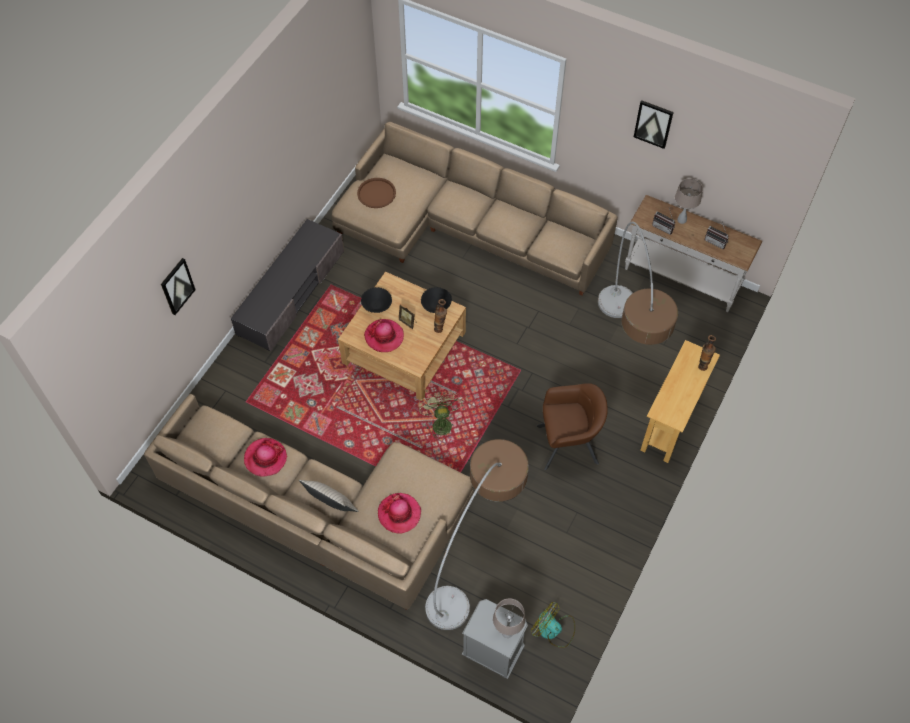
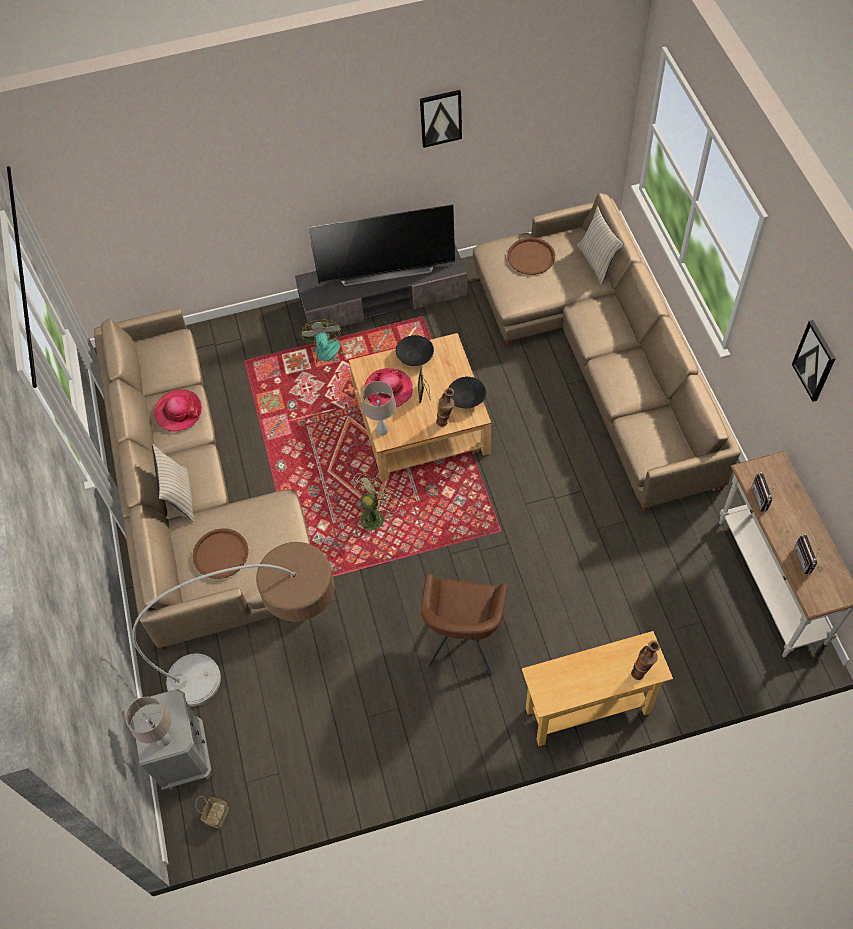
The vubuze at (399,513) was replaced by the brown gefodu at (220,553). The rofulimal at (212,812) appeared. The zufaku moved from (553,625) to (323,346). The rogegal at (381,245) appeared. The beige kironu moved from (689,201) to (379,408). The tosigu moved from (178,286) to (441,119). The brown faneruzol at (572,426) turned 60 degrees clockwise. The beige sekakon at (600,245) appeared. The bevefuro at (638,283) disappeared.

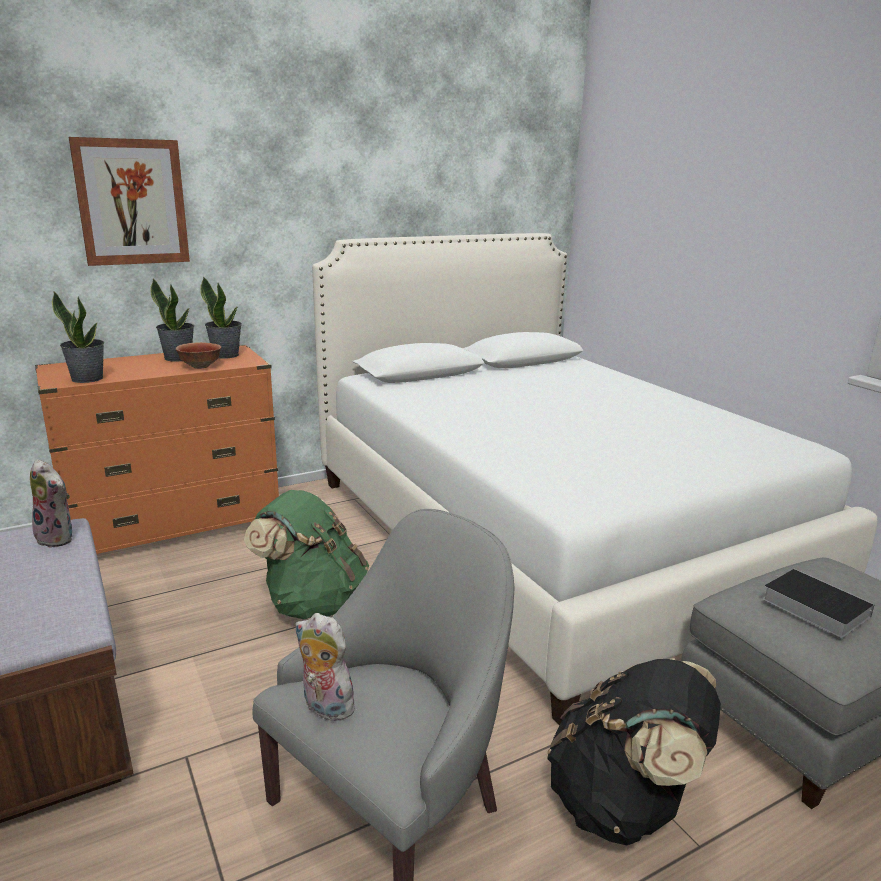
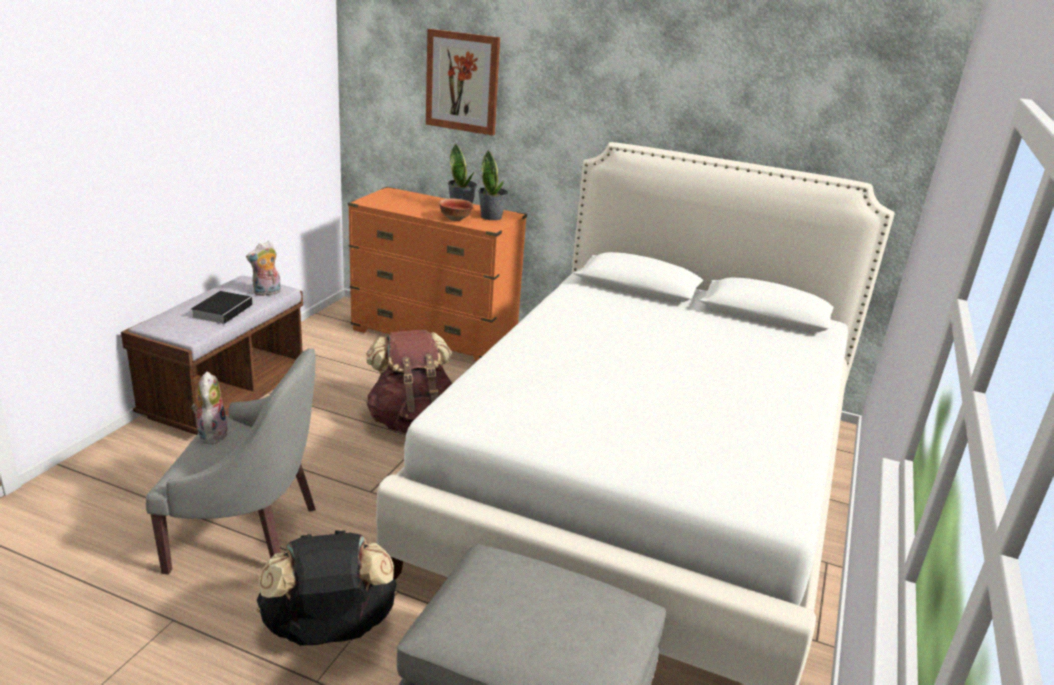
The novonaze moved from (818,603) to (221,307). The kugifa at (51,503) turned 60 degrees clockwise. The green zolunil at (306,554) became the brown zolunil at (408,381). The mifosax at (78,337) disappeared.

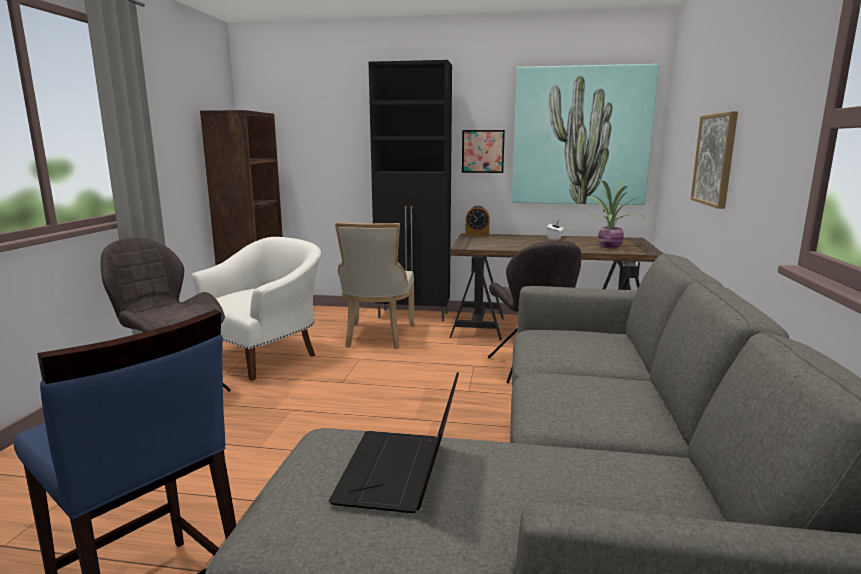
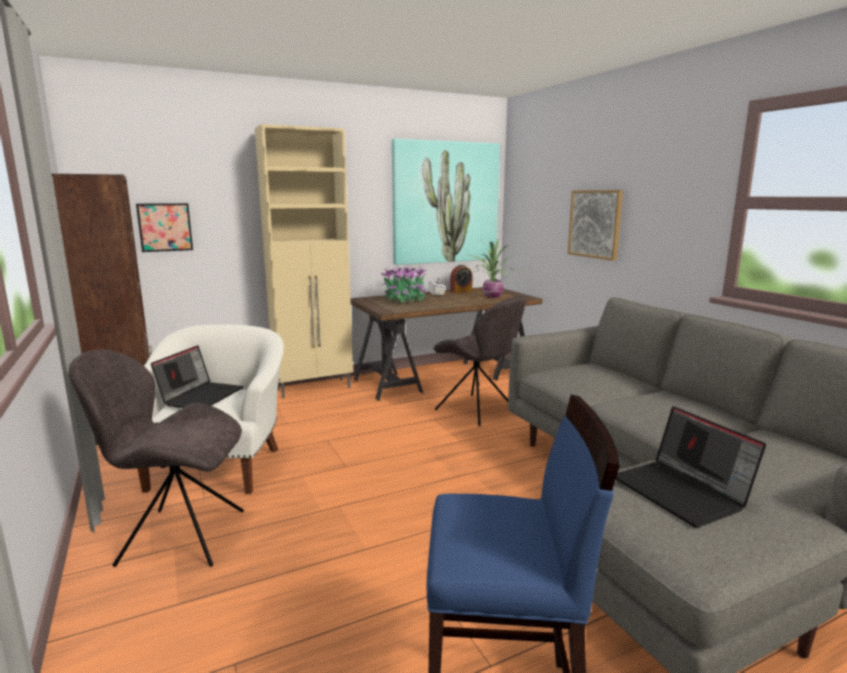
The tosigu moved from (483,151) to (164,227). The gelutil at (197,376) appeared. The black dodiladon at (410,191) became the beige dodiladon at (304,261). The mifosax at (404,284) appeared. The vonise moved from (477,220) to (461,279). The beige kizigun at (375,285) disappeared.

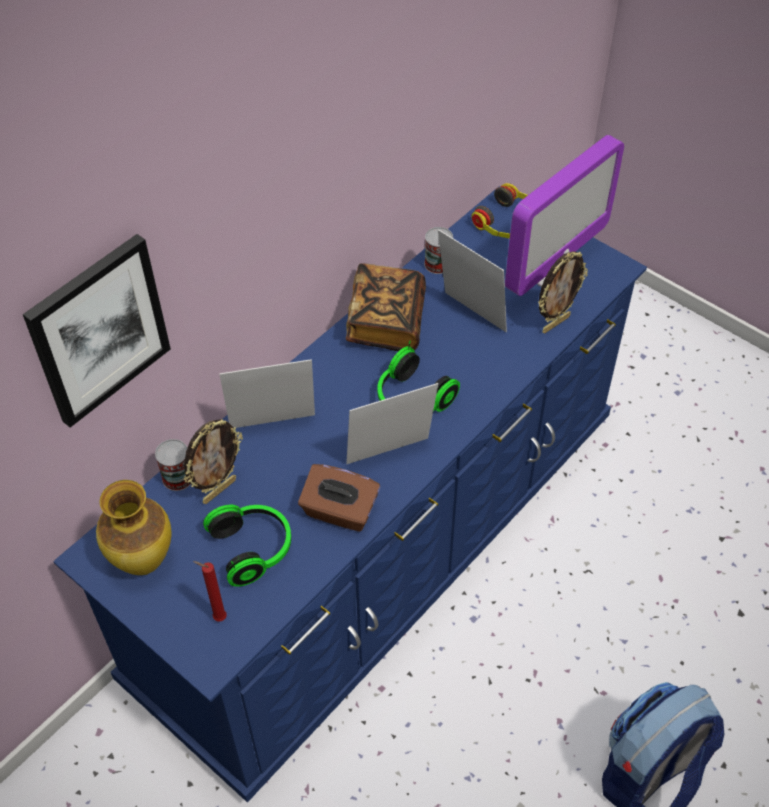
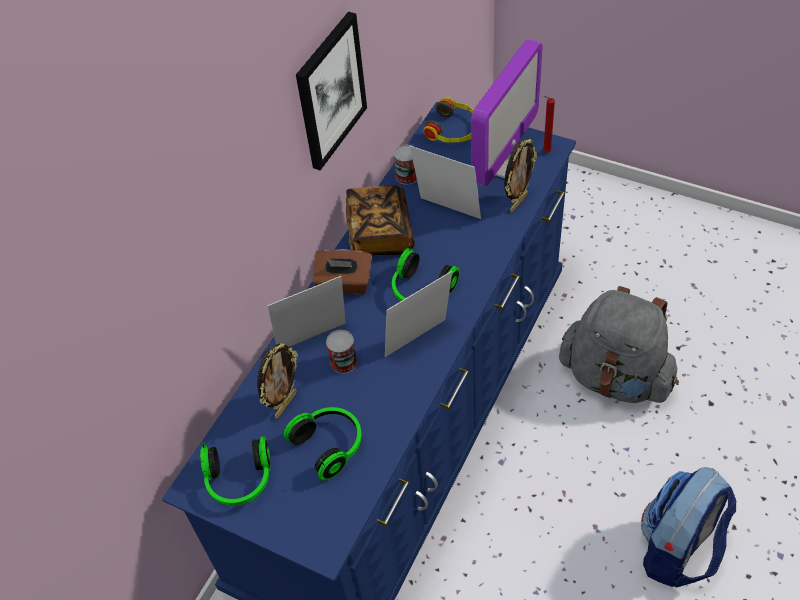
The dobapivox at (134,527) was replaced by the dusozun at (235,471). The tosigu moved from (97,331) to (331,91). The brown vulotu moved from (339,498) to (342,272). The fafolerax moved from (173,465) to (341,352). The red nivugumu moved from (210,591) to (549,124). The grey zolunil at (619,344) appeared.

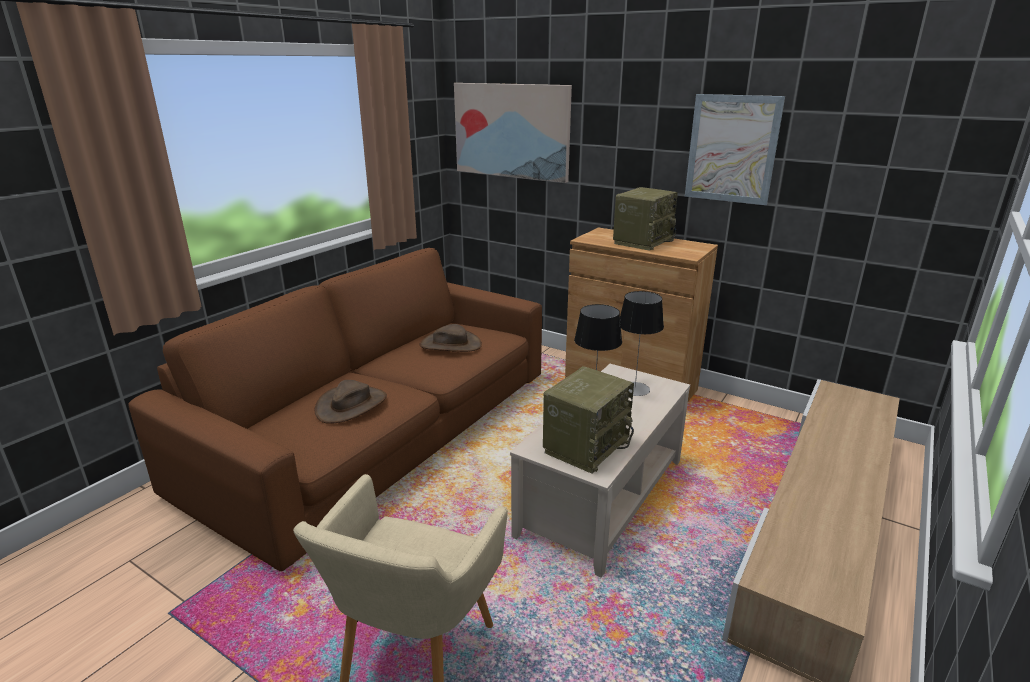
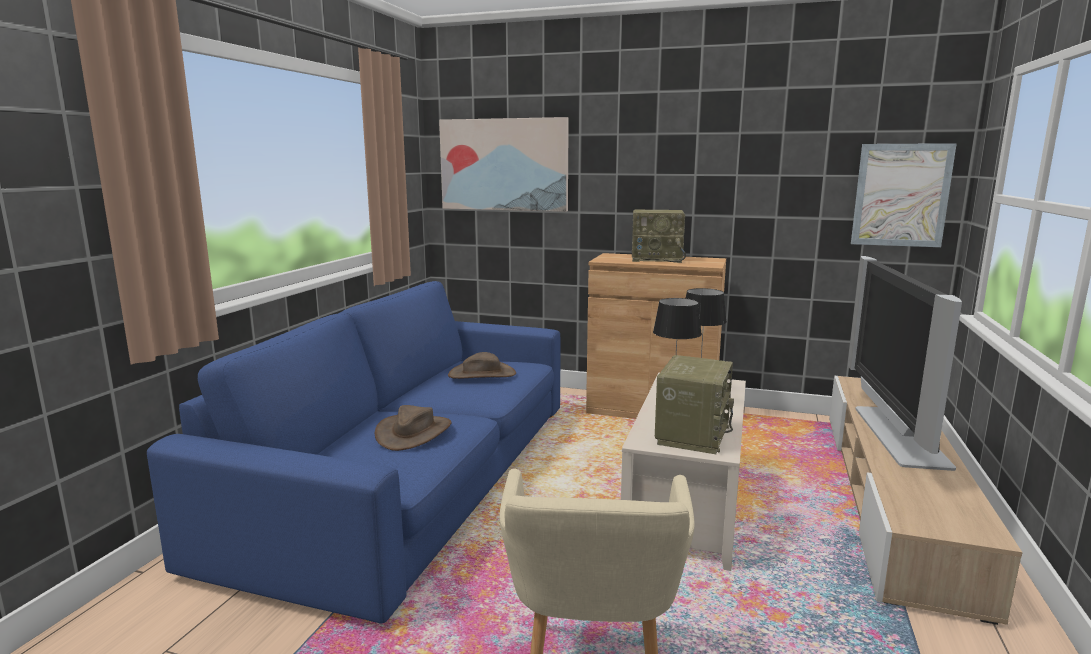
The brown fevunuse at (335,409) became the blue fevunuse at (353,452). The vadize at (645,219) turned 75 degrees clockwise. The rogegal at (905,363) appeared. The tosigu moved from (735,149) to (904,195).

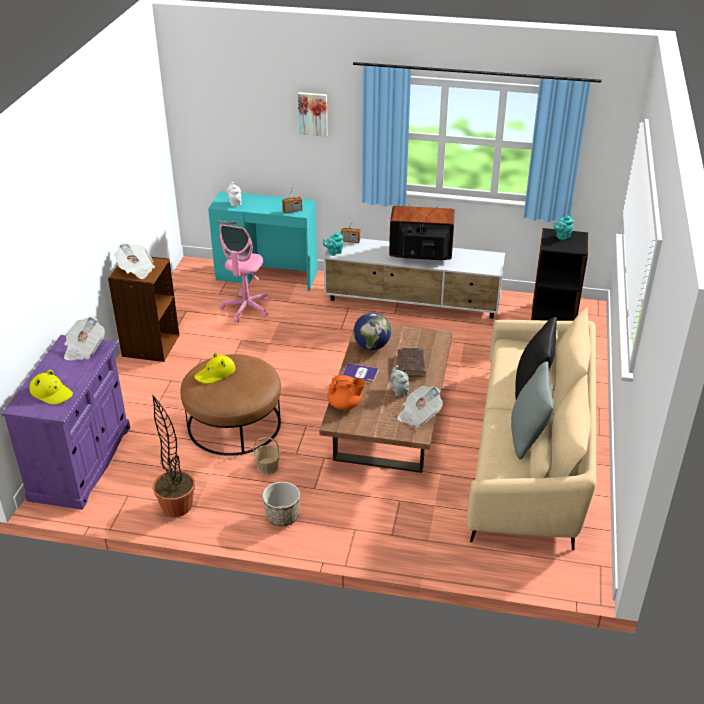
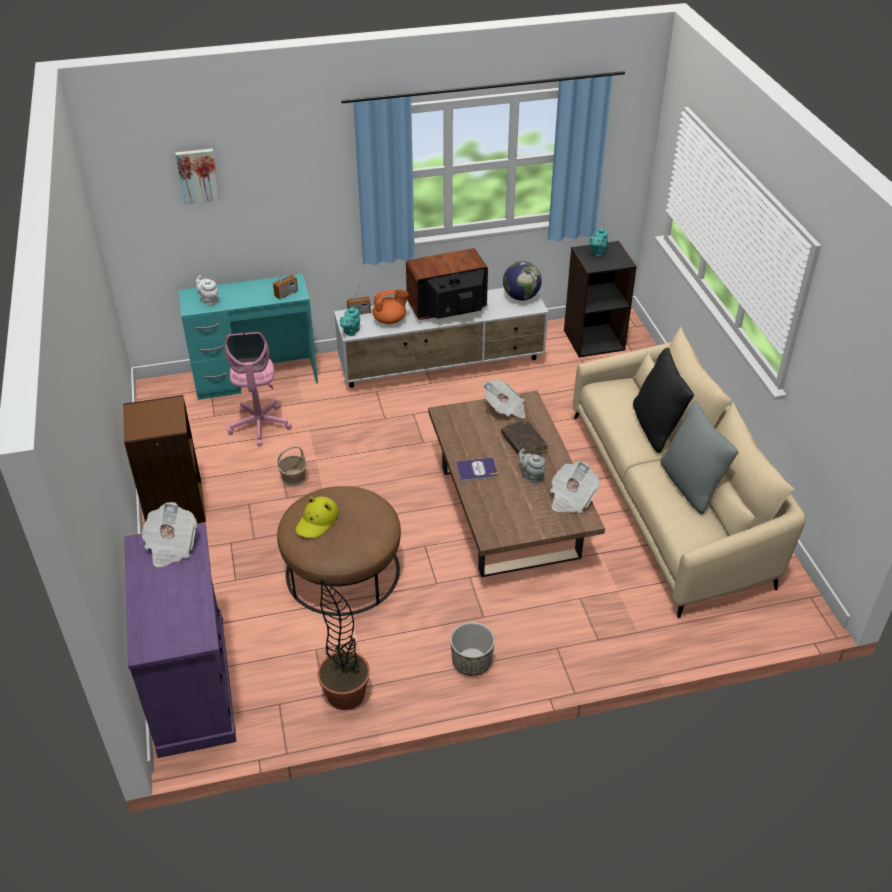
The tosigu moved from (313,114) to (198,177). The rofulimal moved from (266,456) to (292,466). The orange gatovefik moved from (346,392) to (390,307). The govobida moved from (134,261) to (504,399). The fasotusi moved from (372,331) to (522,281). The yellow vubuze at (51,387) disappeared.

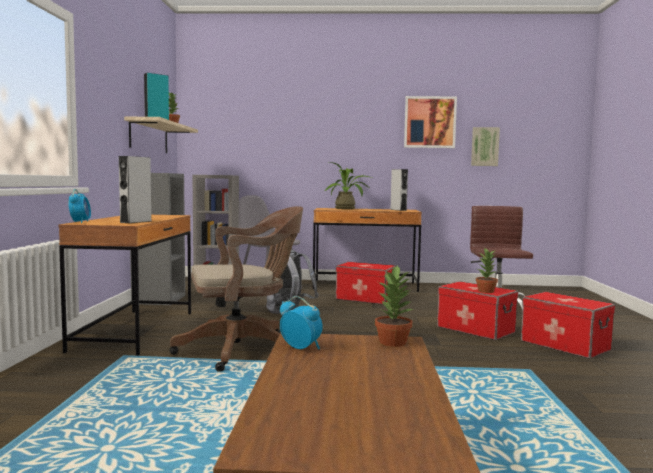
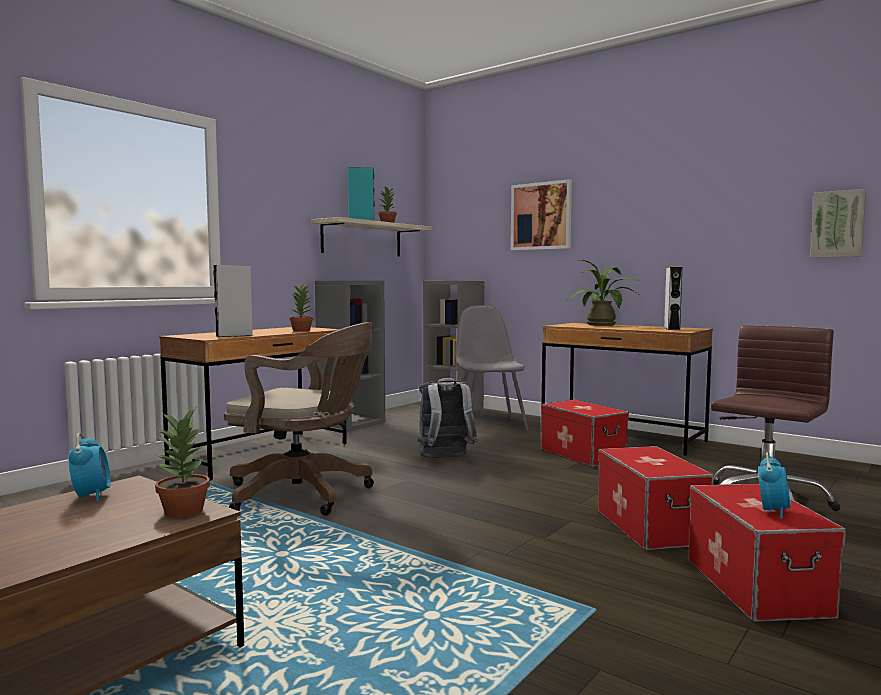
The mifosax moved from (487,270) to (301,308). The tosigu moved from (430,122) to (541,214). The vonise moved from (80,206) to (774,485).

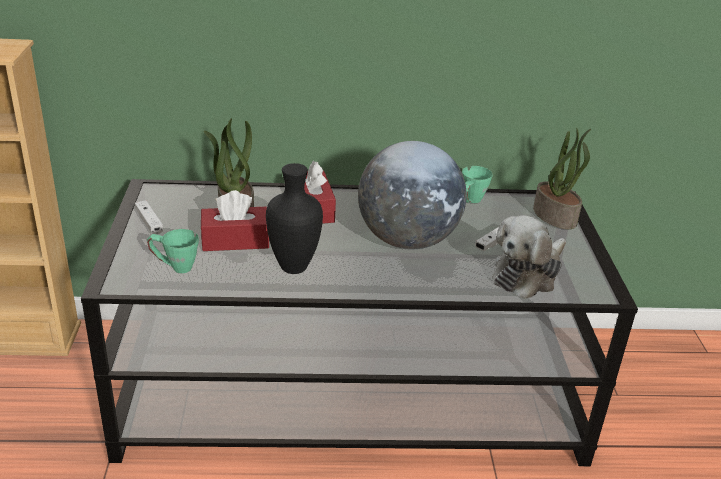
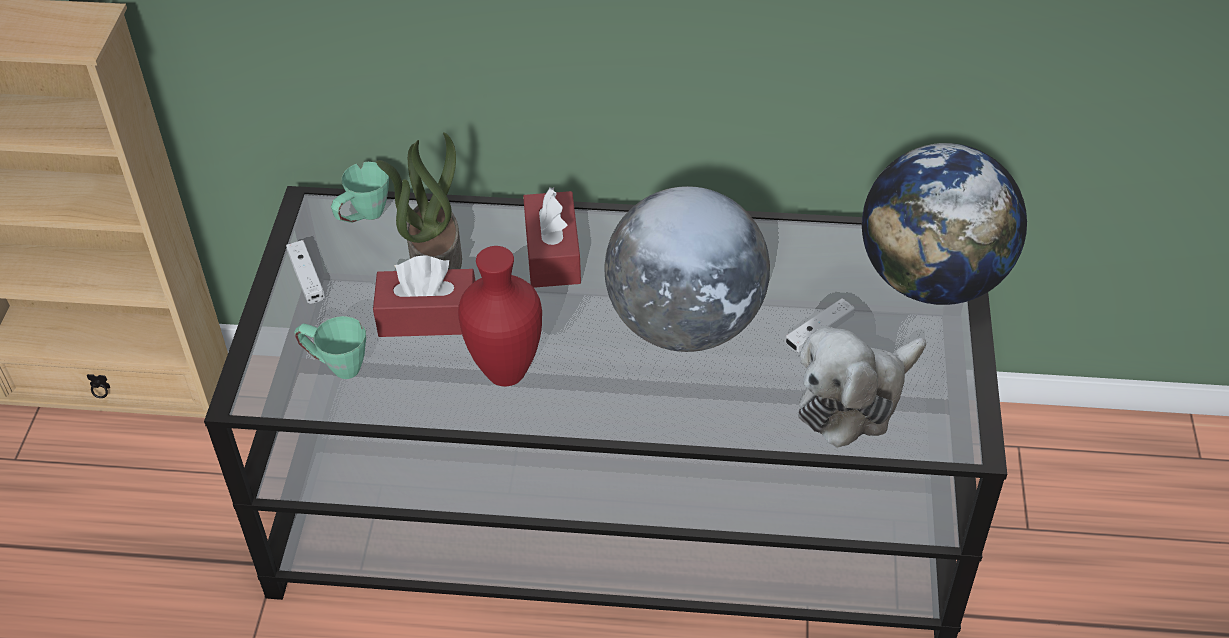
The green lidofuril moved from (477,184) to (360,192). The black dobapivox at (294,218) became the red dobapivox at (500,316). The mifosax at (562,178) was replaced by the fasotusi at (944,224).

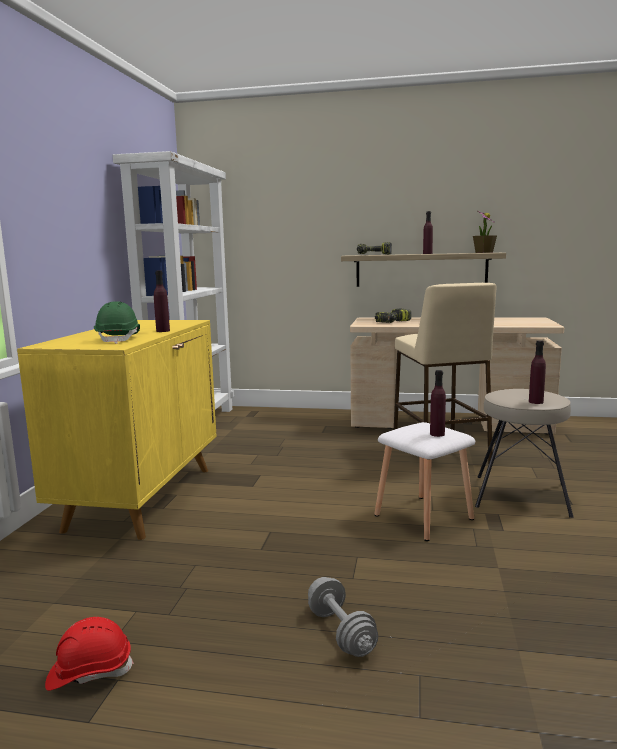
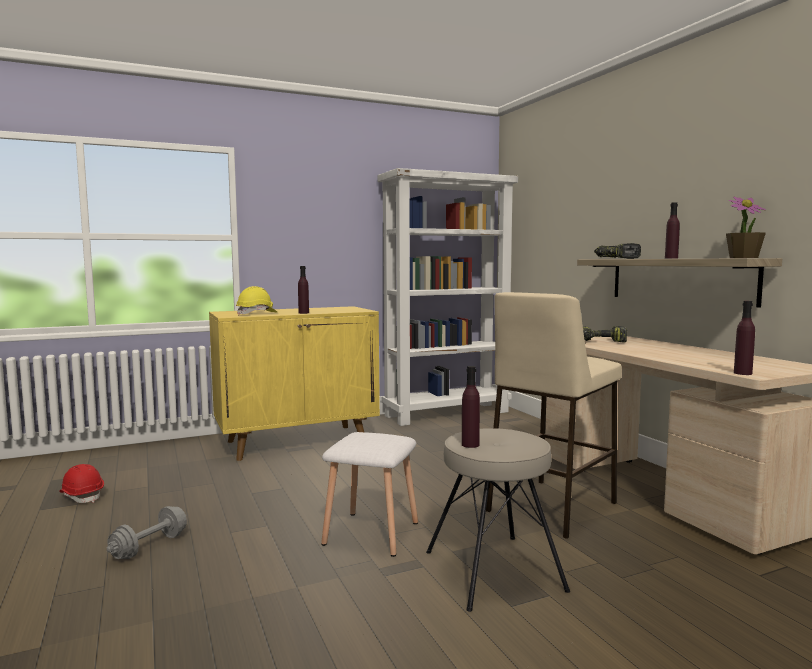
The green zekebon at (117,322) became the yellow zekebon at (256,300). The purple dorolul moved from (438,403) to (744,338).

